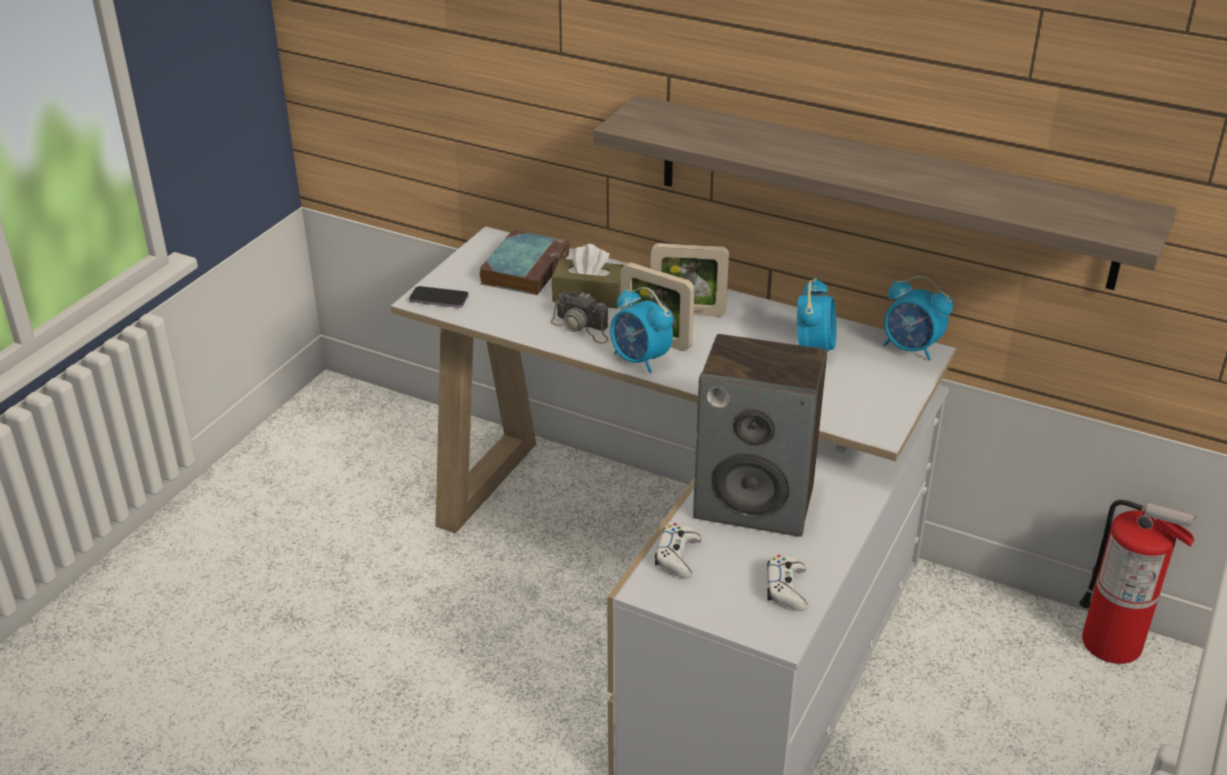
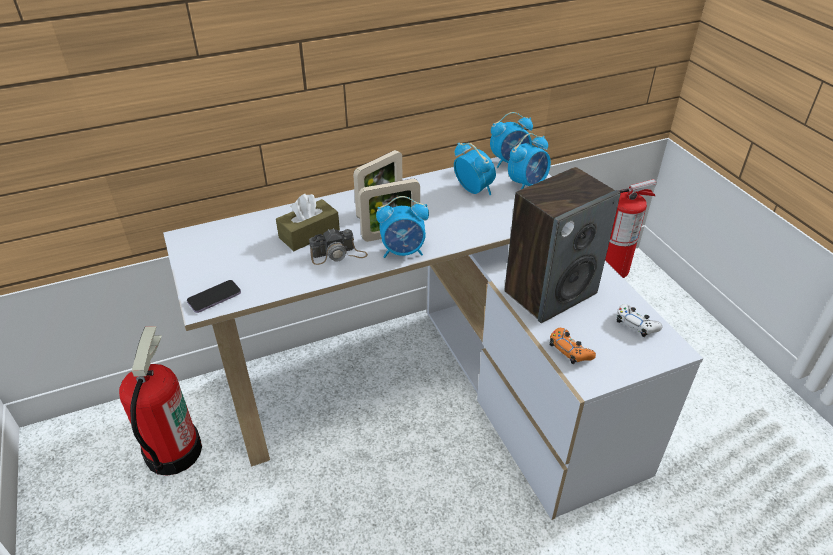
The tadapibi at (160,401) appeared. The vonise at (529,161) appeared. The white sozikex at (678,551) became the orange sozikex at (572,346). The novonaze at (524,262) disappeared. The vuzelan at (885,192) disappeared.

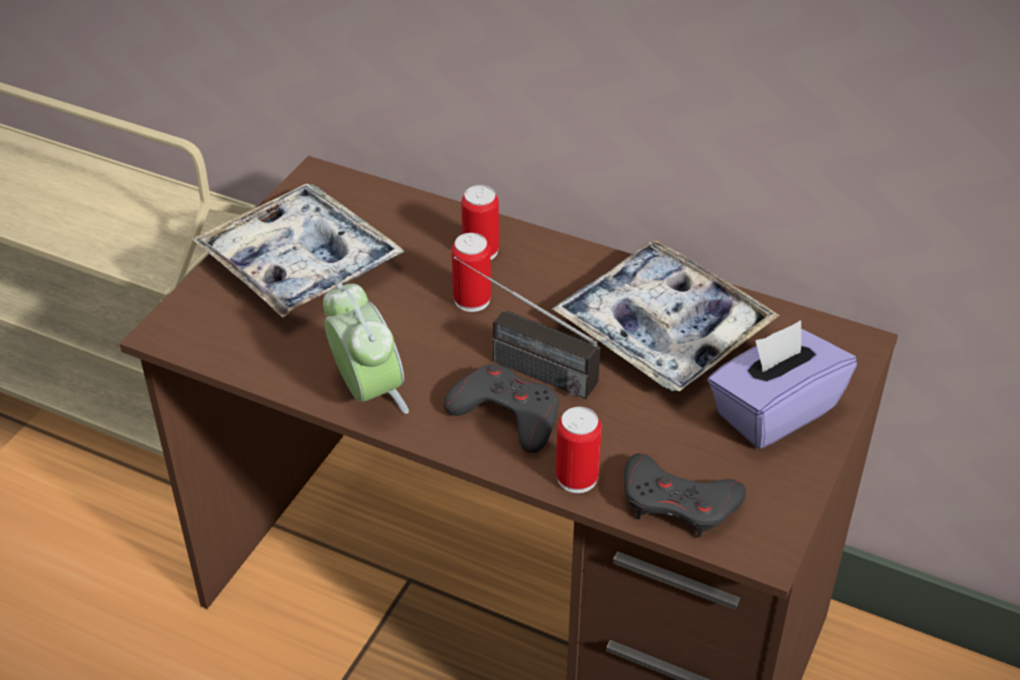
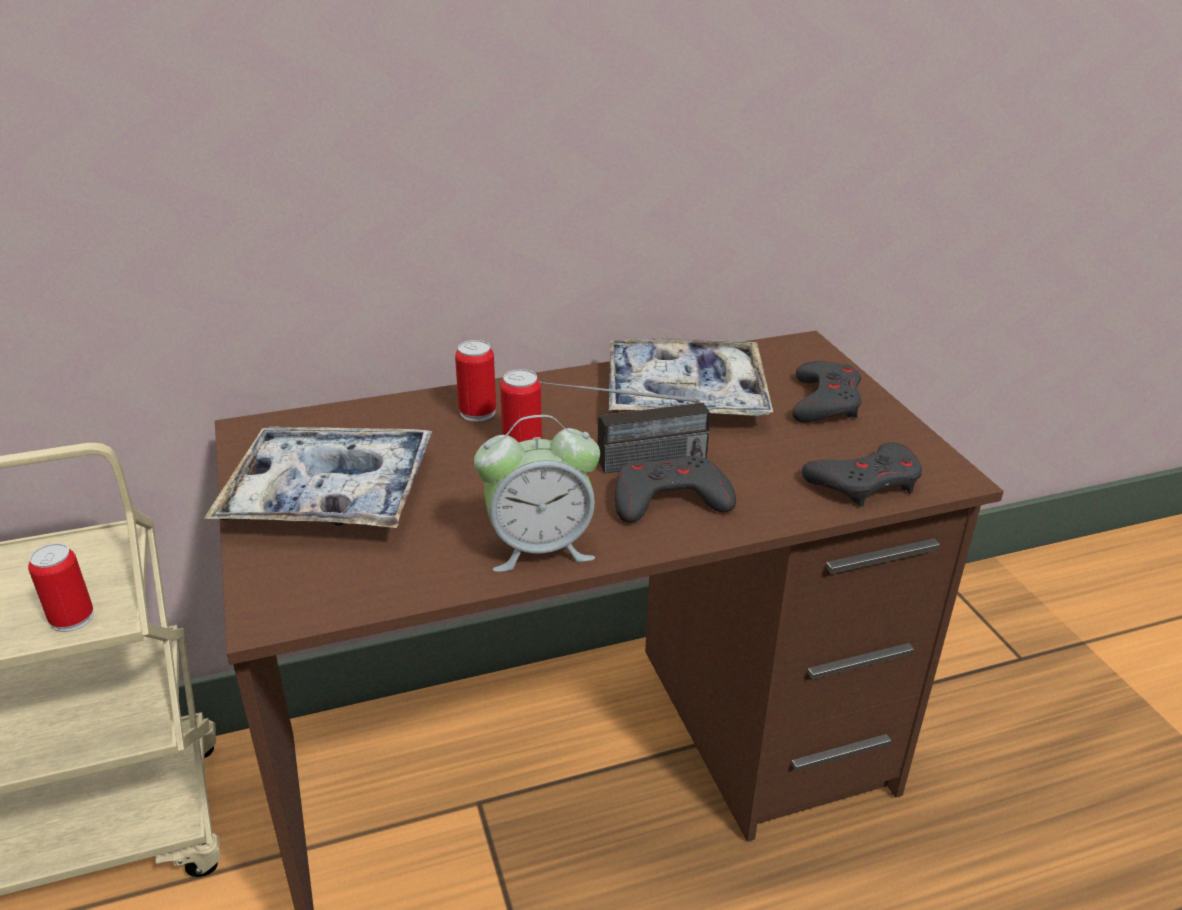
The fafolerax moved from (579,450) to (60,587). The vonise at (366,348) turned 150 degrees clockwise. The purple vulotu at (782,384) was replaced by the grey sozikex at (827,391).

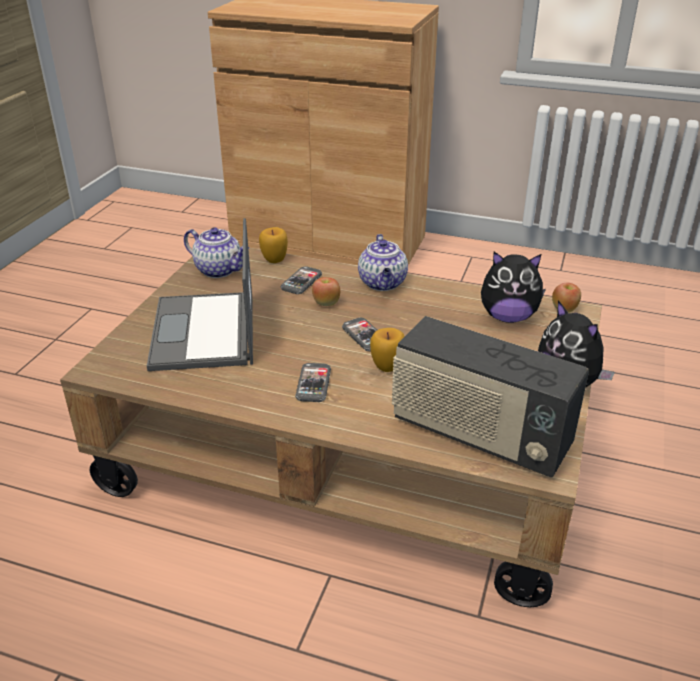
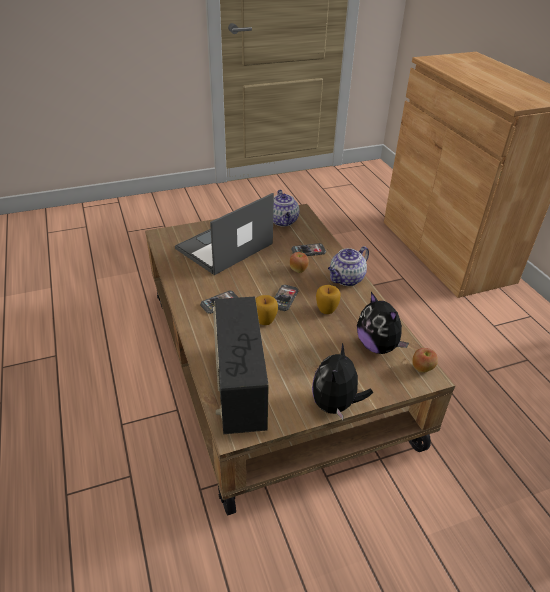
The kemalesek moved from (273,245) to (328,299).

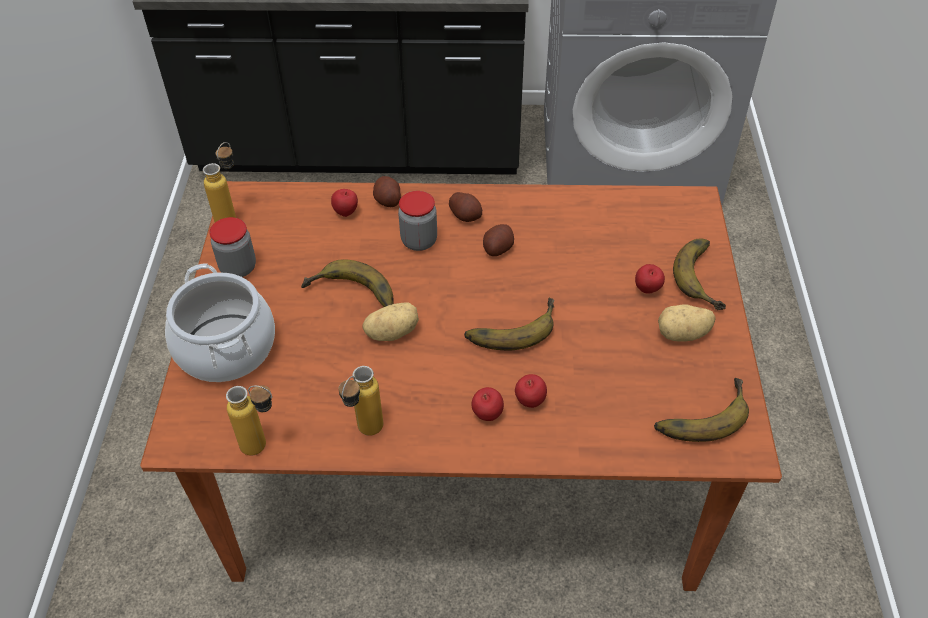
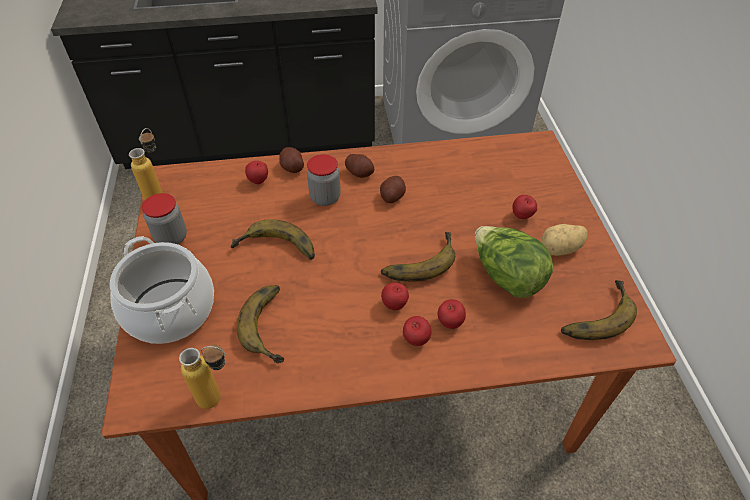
The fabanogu moved from (699,274) to (260,324). The kemalesek at (395,296) appeared. The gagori at (514,262) appeared. The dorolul at (361,401) disappeared. The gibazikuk at (390,321) disappeared.

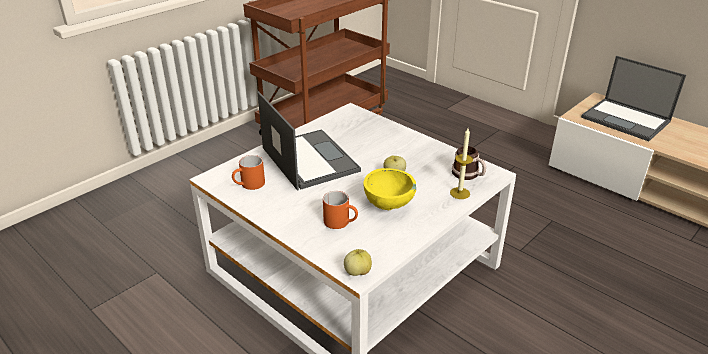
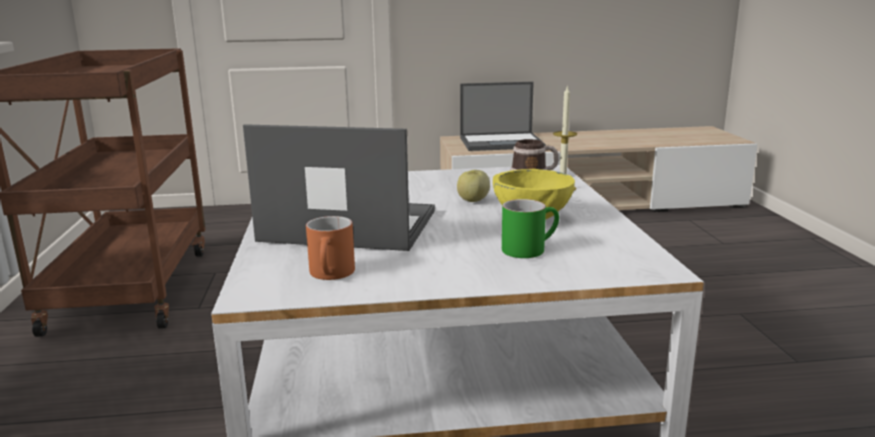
The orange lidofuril at (340,210) became the green lidofuril at (530,228). The kemalesek at (358,262) disappeared.

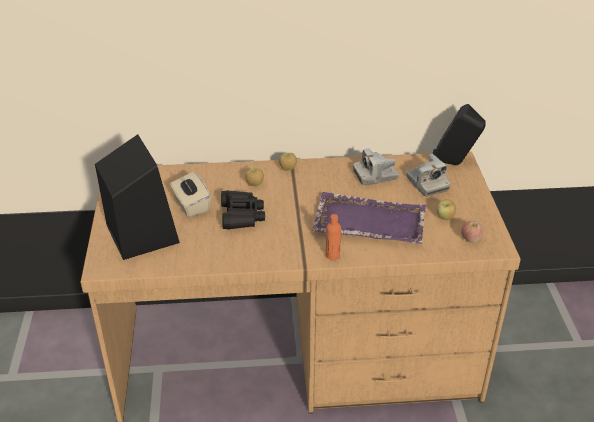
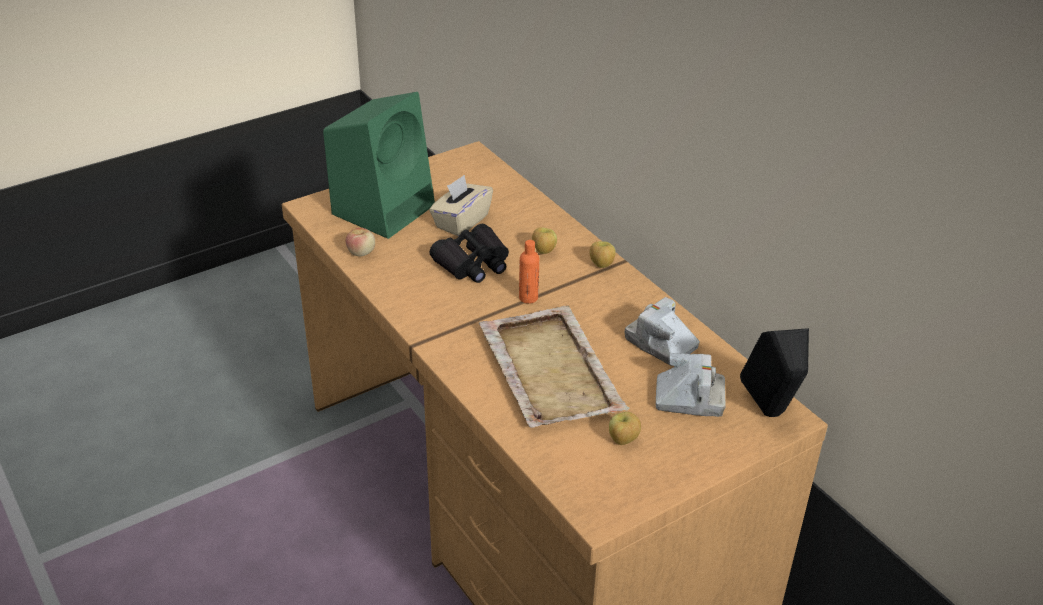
The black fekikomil at (137,197) became the green fekikomil at (379,165). The kemalesek moved from (472,232) to (360,242). The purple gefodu at (369,218) became the beige gefodu at (554,366). The orange dorolul moved from (333,237) to (529,272). The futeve at (428,175) turned 120 degrees counterclockwise.

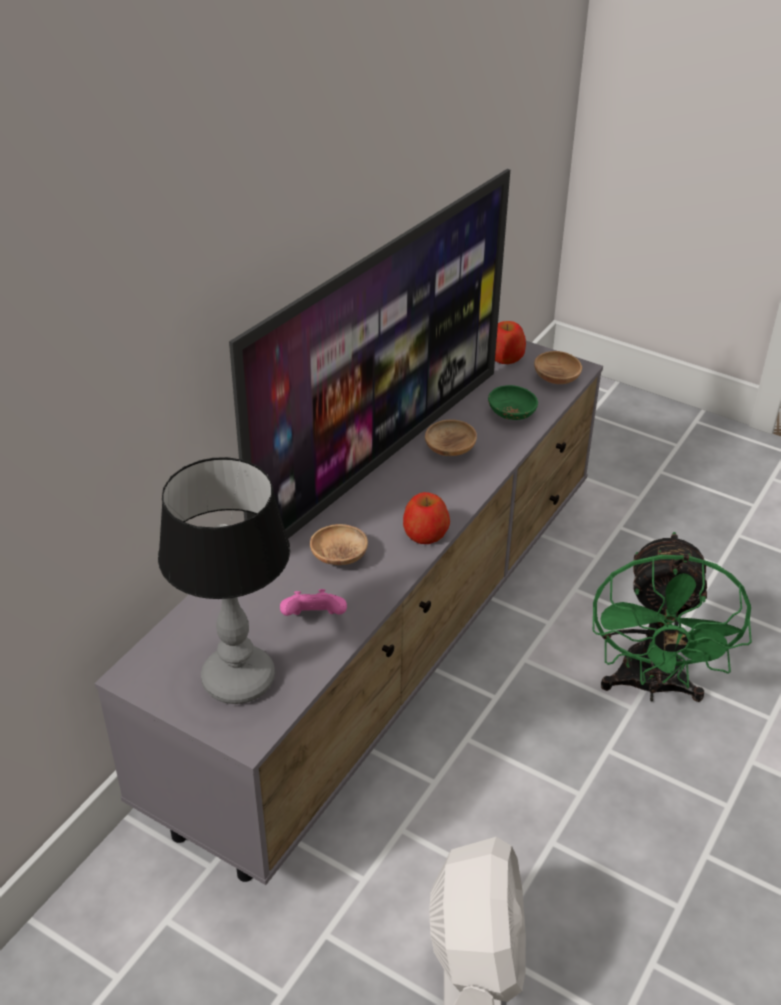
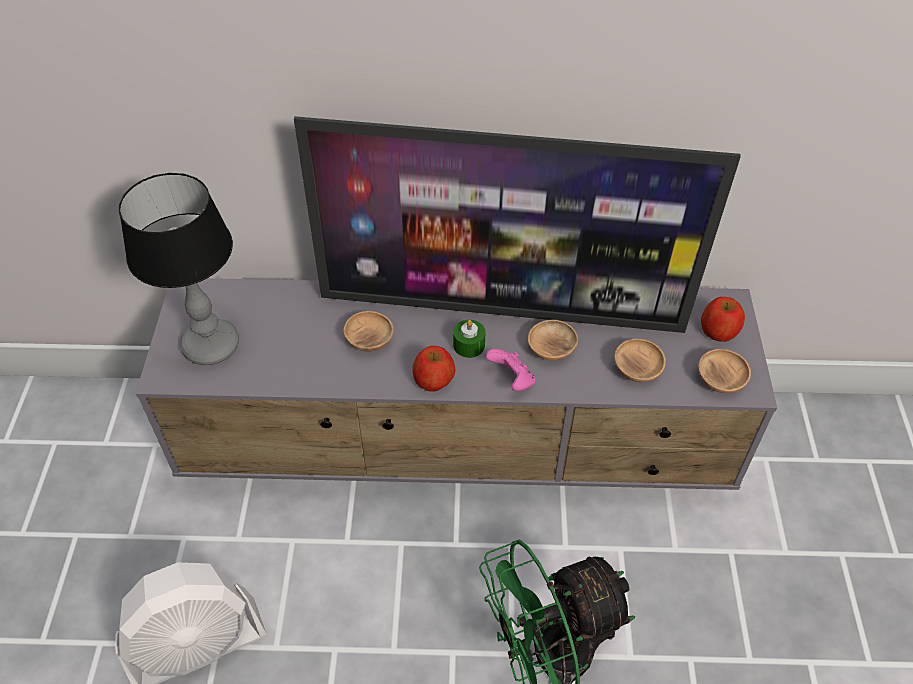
The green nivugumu at (469,339) appeared. The pink sozikex moved from (313,602) to (510,370). The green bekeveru at (513,402) became the brown bekeveru at (640,360).

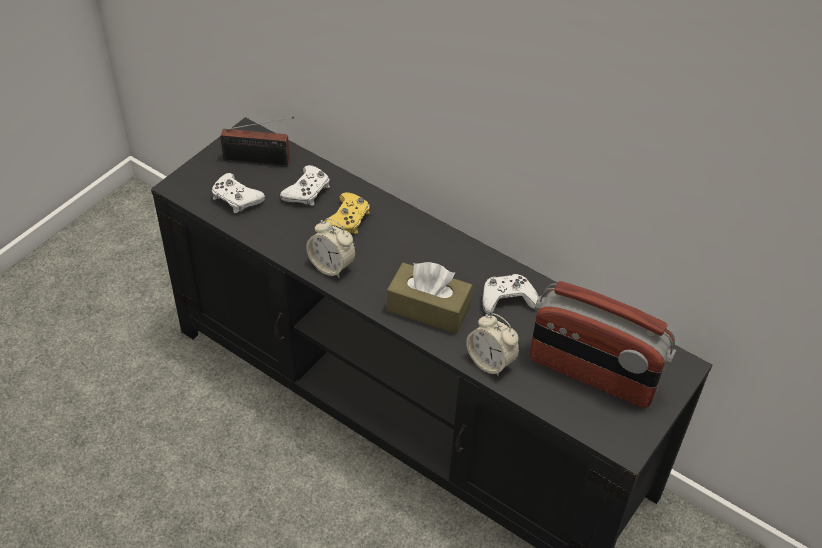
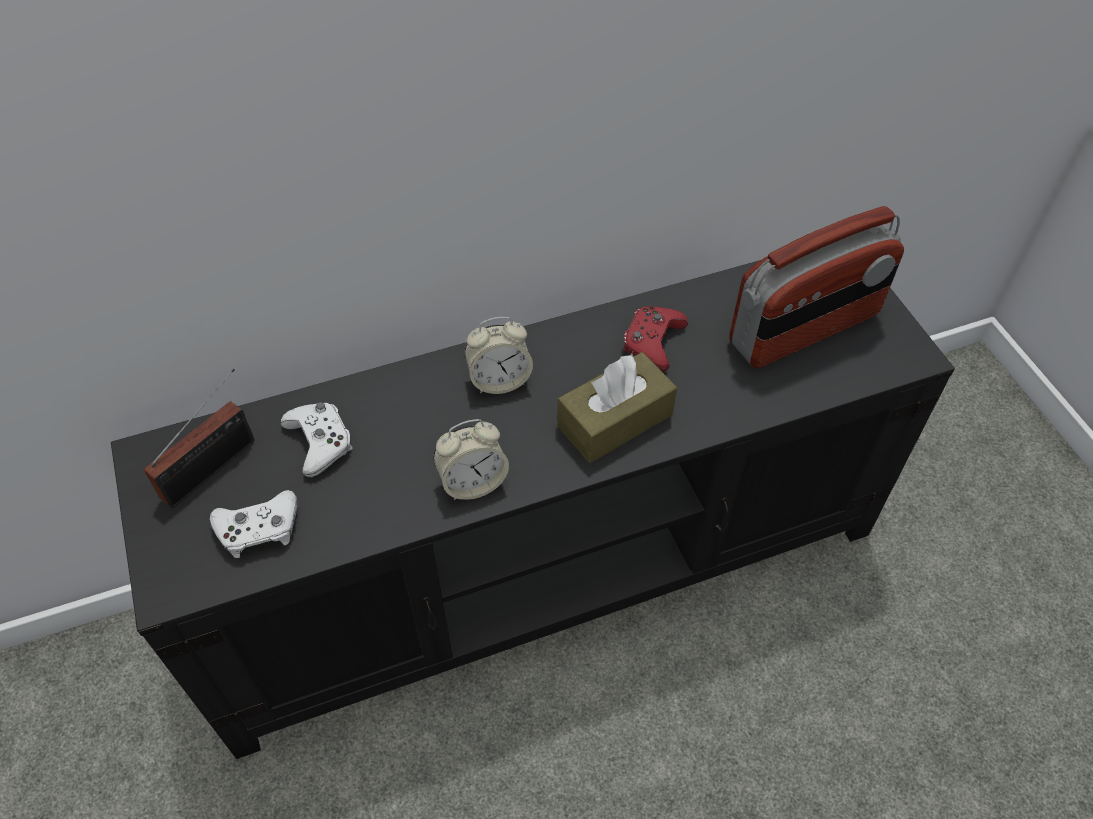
The vonise moved from (493,345) to (499,355). The white sozikex at (511,294) became the red sozikex at (655,339). The yellow sozikex at (346,213) disappeared.

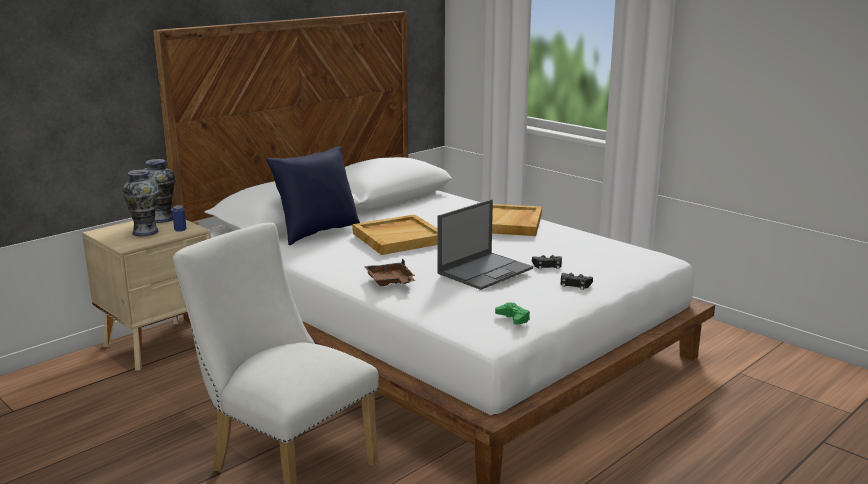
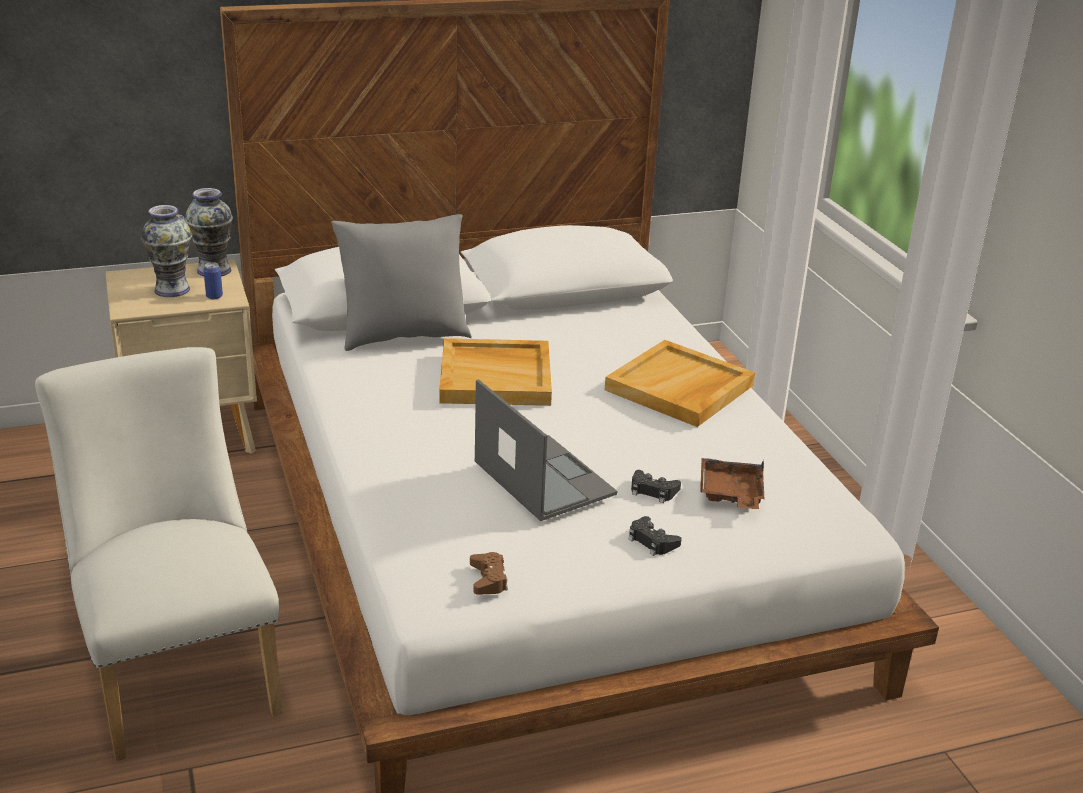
The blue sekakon at (313,195) became the grey sekakon at (401,282). The green sozikex at (512,313) became the brown sozikex at (489,573). The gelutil at (485,244) turned 105 degrees counterclockwise. The brown gefodu moved from (389,272) to (732,483).

